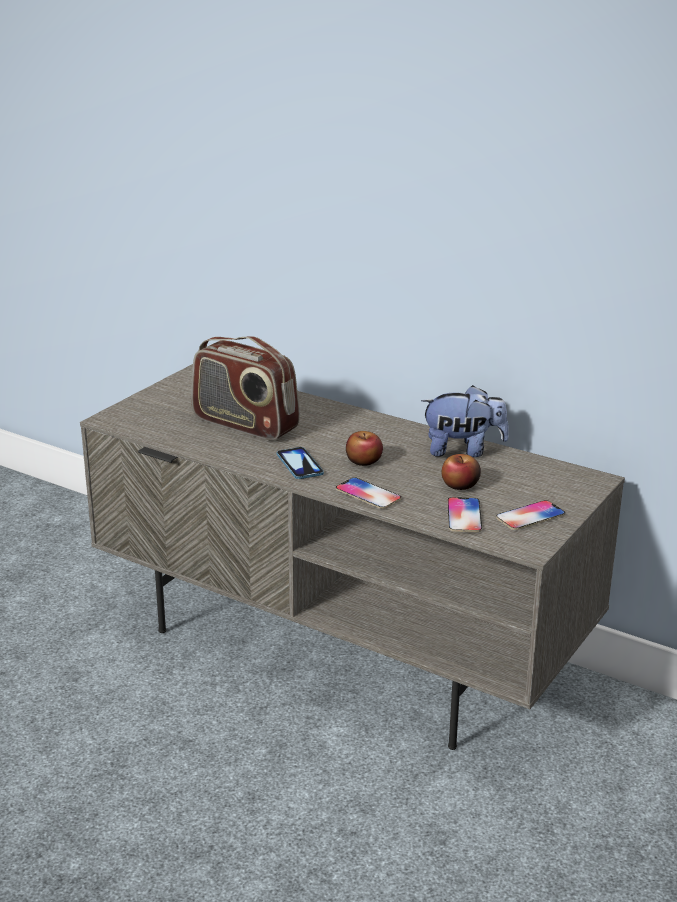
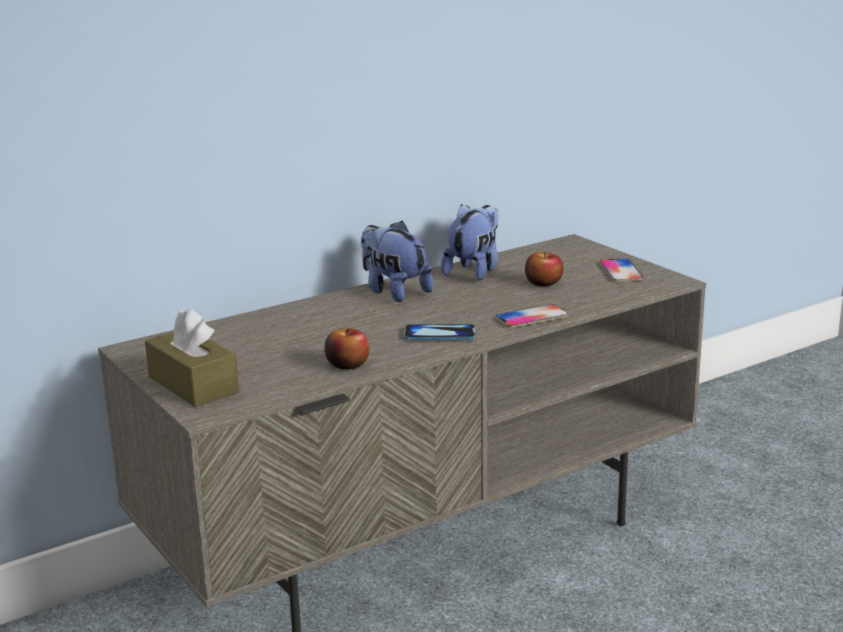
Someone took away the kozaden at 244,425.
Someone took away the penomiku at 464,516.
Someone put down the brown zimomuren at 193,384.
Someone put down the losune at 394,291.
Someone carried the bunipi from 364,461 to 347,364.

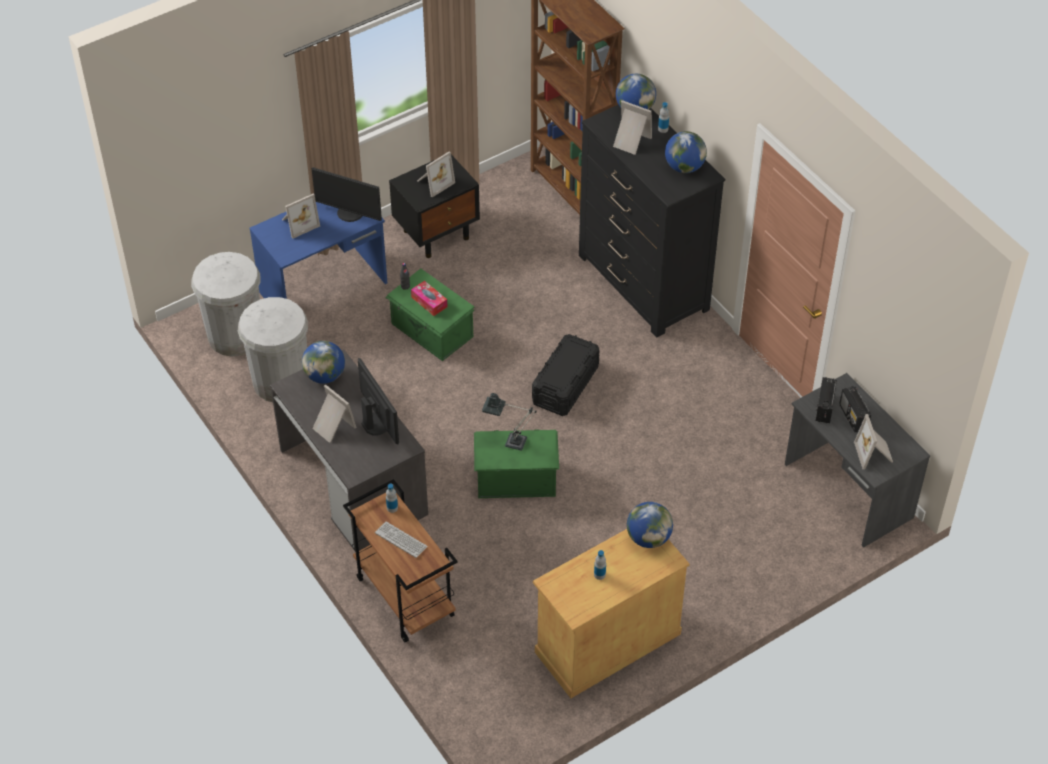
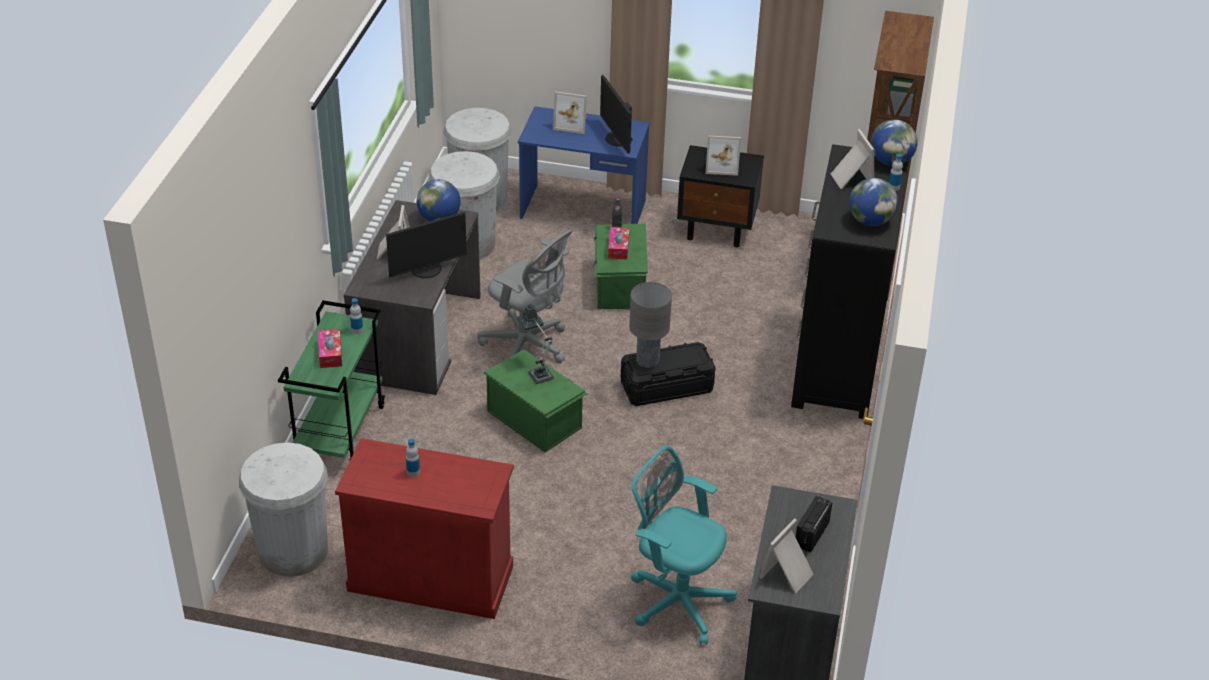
Someone took away the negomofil at 648,538.
Someone took away the kozaden at 824,408.
Someone put down the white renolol at 293,550.
Someone put down the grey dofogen at 527,346.
Someone put down the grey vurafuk at 647,361.
Someone put down the turquoise dofogen at 676,599.
Someone swapped the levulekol at 401,540 for the zimomuren at 330,353.
Someone repainted the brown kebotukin at 403,596, which became the green kebotukin at 339,431.
Someone repainted the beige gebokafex at 607,643, which became the red gebokafex at 431,578.
Someone rotated the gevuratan at 377,423 by 45 degrees clockwise.

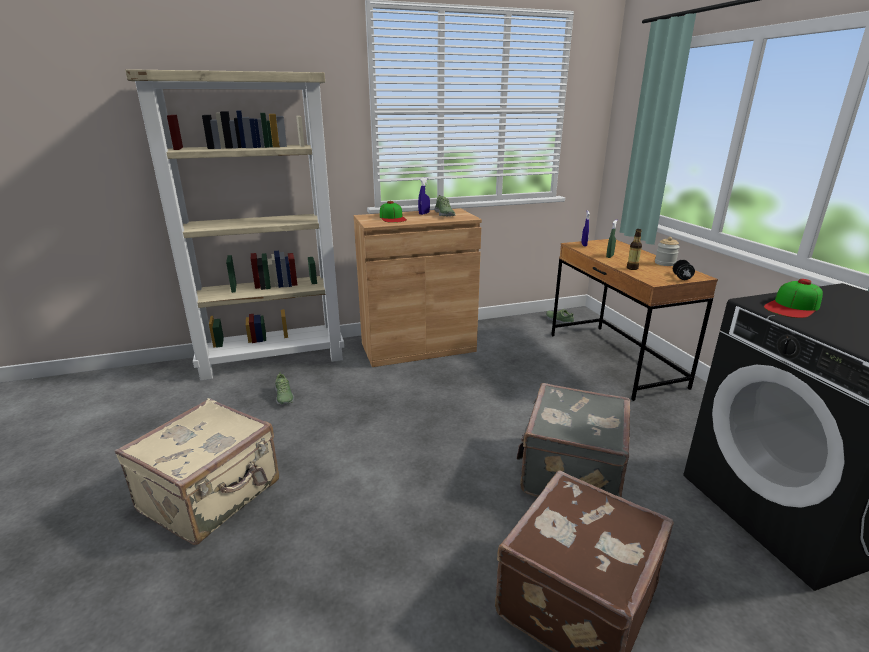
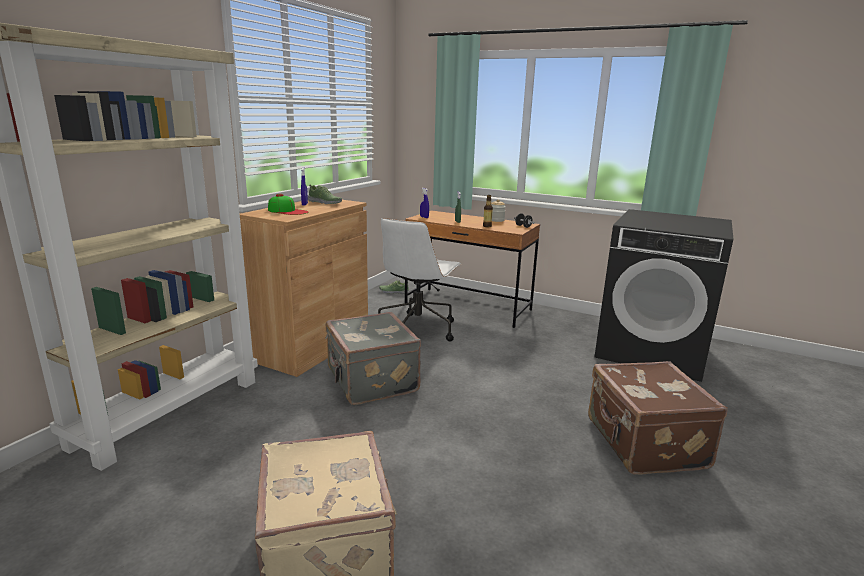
Someone took away the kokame at 284,397.
Someone took away the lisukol at 793,306.
Someone put down the white dofogen at 418,329.
Someone carried the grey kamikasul from 569,472 to 370,381.

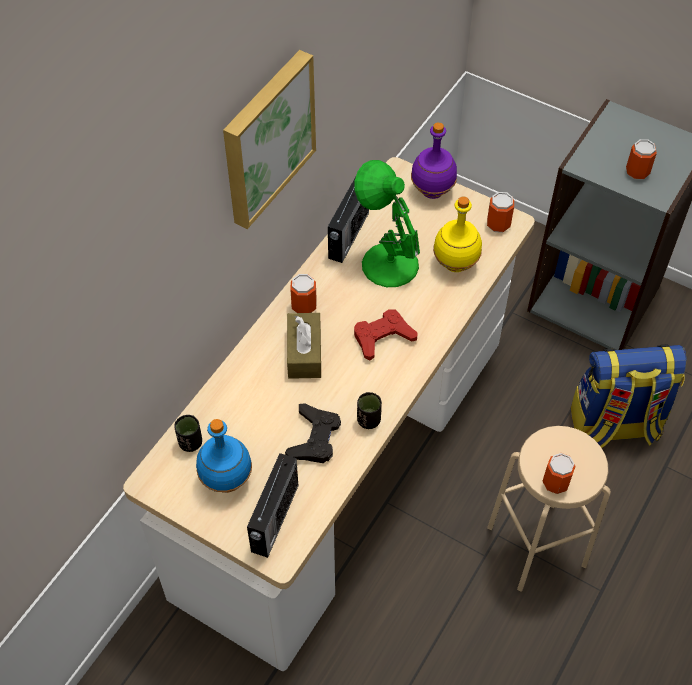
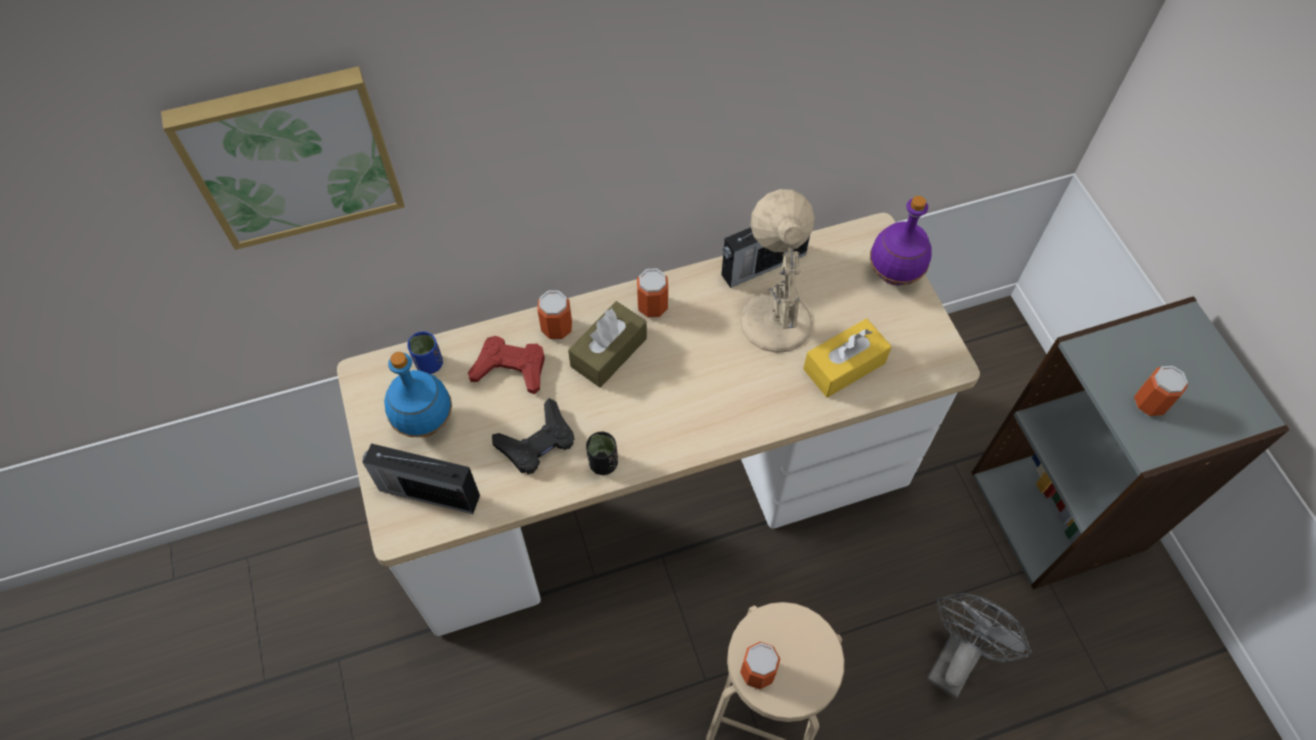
Someone carried the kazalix from 266,138 to 291,155.
Someone carried the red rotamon from 383,337 to 510,368.
Someone carried the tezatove from 498,224 to 557,328.
Someone swapped the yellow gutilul at 455,264 for the yellow zimomuren at 844,366.
Someone swapped the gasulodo at 614,426 for the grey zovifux at 956,657.
Someone repainted the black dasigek at 190,443, which became the blue dasigek at 429,364.
Someone repainted the green vurafuk at 387,263, which became the beige vurafuk at 774,318.
Someone rotated the kozaden at 274,519 by 45 degrees clockwise.

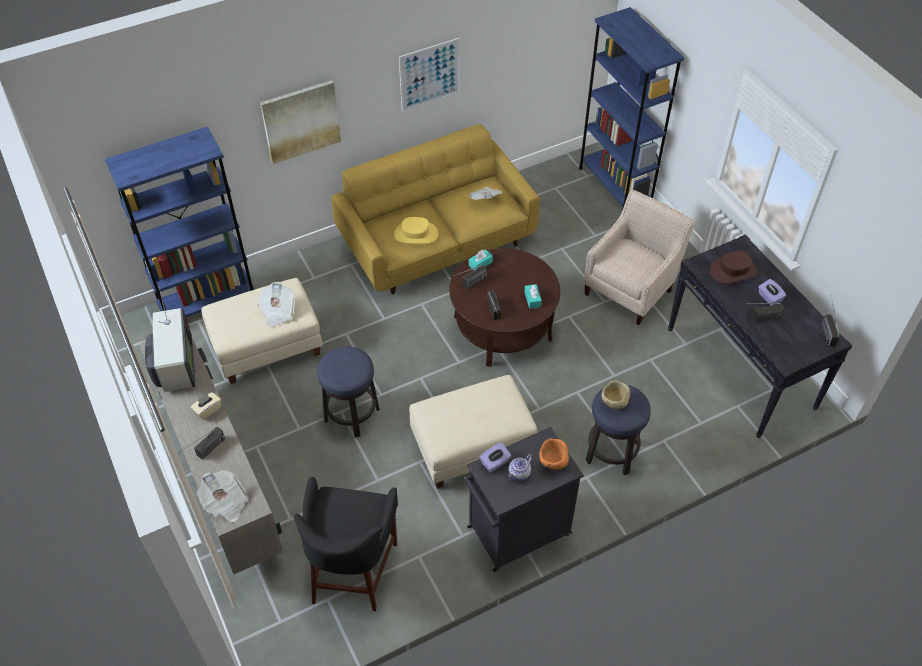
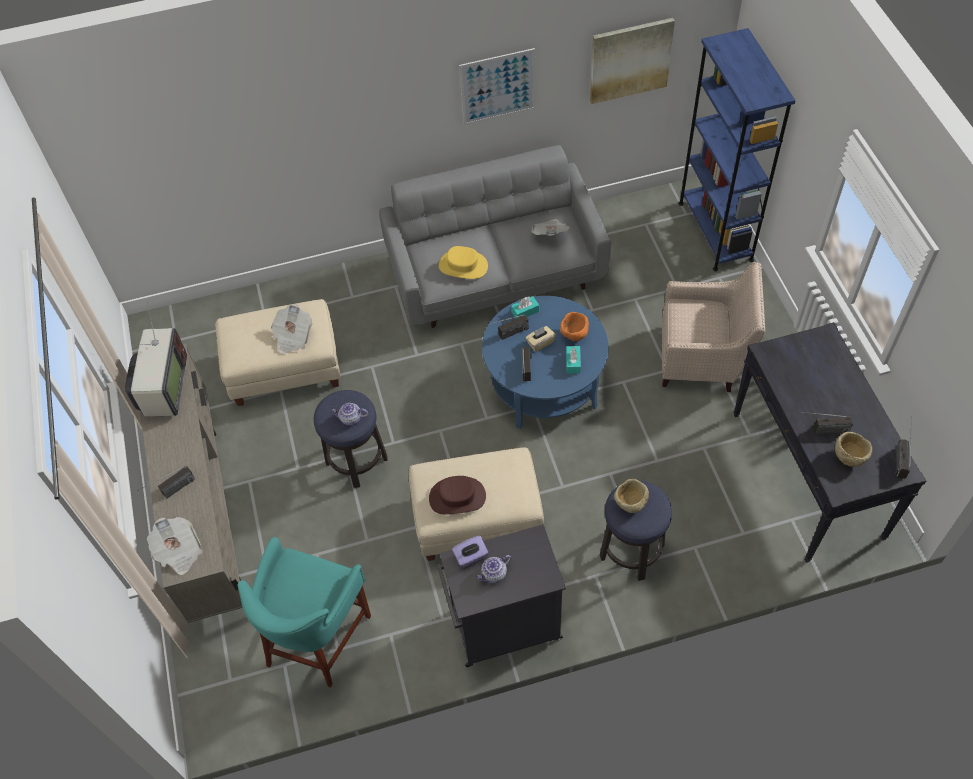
Someone took away the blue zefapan at 208,303.
Someone took away the purple zimomuren at 769,298.
Someone put down the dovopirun at 350,419.
Someone put down the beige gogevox at 849,456.
Someone carried the beige zimomuren from 208,410 to 540,343.
Someone carried the kazalix from 301,121 to 630,60.
Someone carried the orange gogevox from 553,462 to 574,334.
Someone carried the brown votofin from 733,270 to 457,497.
Someone repainted the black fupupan at 353,570, which became the turquoise fupupan at 318,637.
Someone repainted the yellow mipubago at 437,242, which became the grey mipubago at 496,272.
Someone repainted the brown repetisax at 503,327, which became the blue repetisax at 545,384.
Someone rotated the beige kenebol at 631,288 by 45 degrees clockwise.

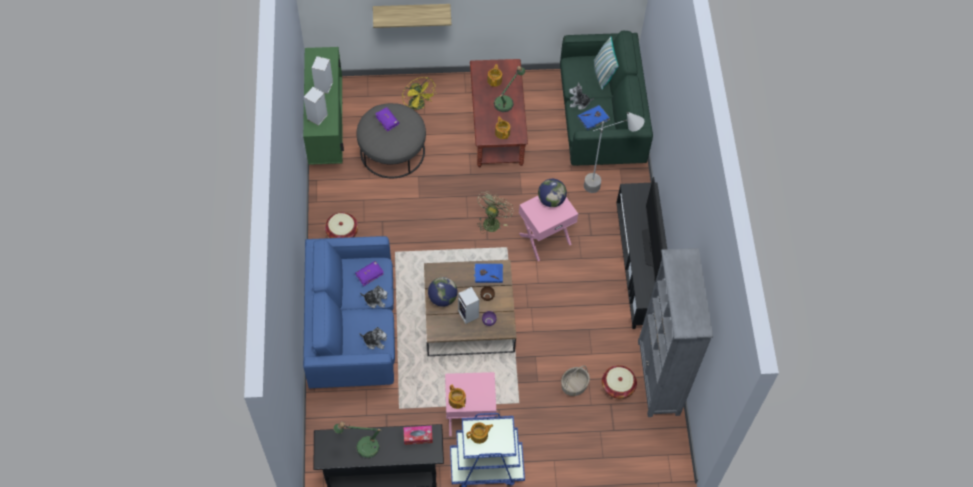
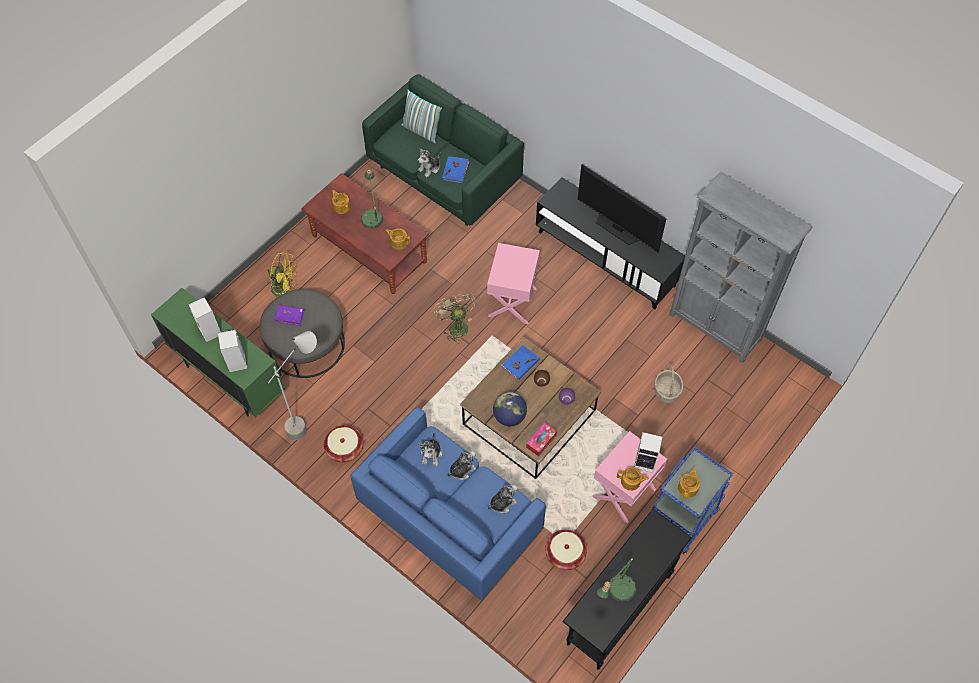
Someone took away the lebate at 411,12.
Someone took away the negomofil at 551,200.
Someone carried the zimomuren from 418,436 to 541,441.
Someone carried the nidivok from 469,315 to 645,462.
Someone carried the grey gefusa from 606,187 to 310,421.
Someone carried the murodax from 618,386 to 565,554.
Someone swapped the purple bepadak at 369,275 for the losune at 431,454.

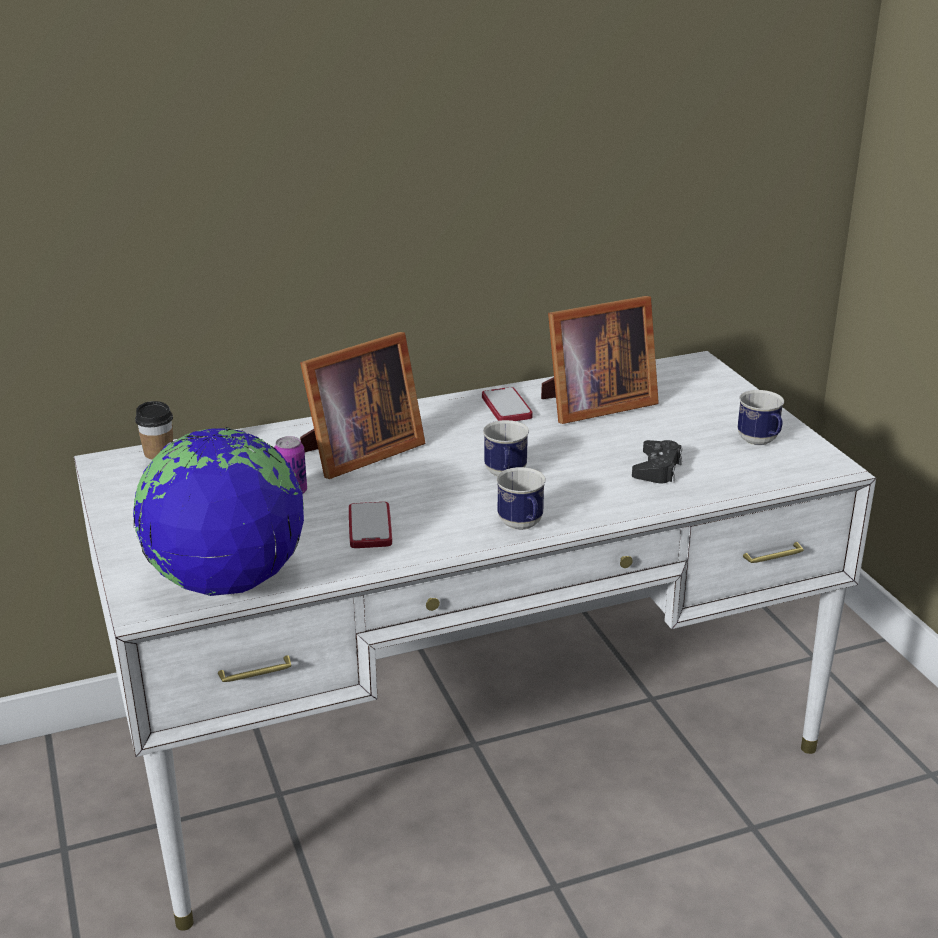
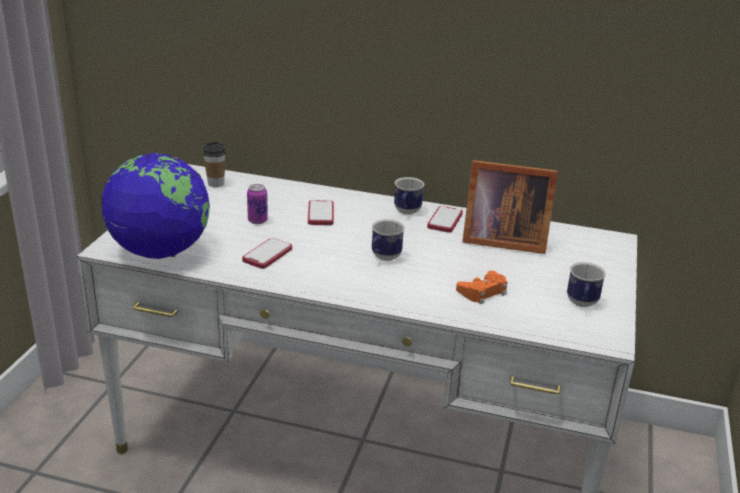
Someone carried the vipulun from 523,526 to 406,212.
Someone swapped the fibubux at 357,453 for the penomiku at 320,214.
Someone repainted the black rotamon at 657,469, which became the orange rotamon at 483,292.

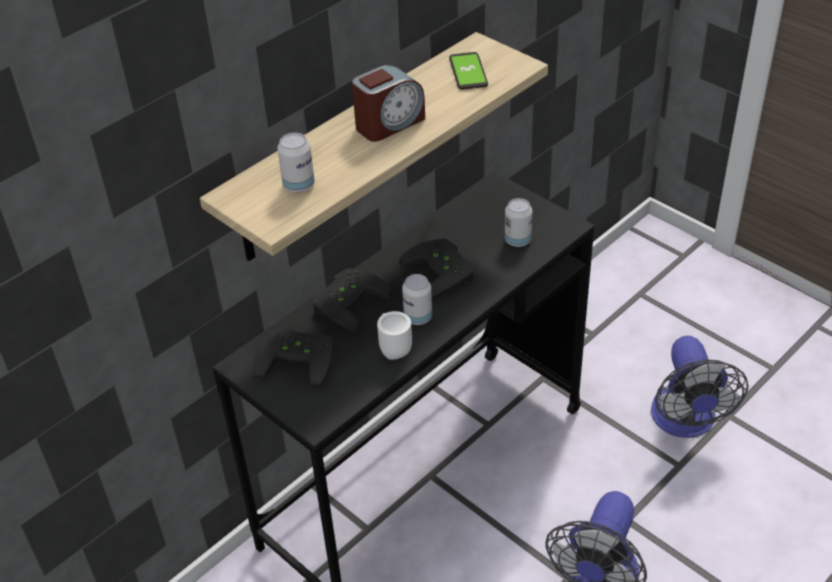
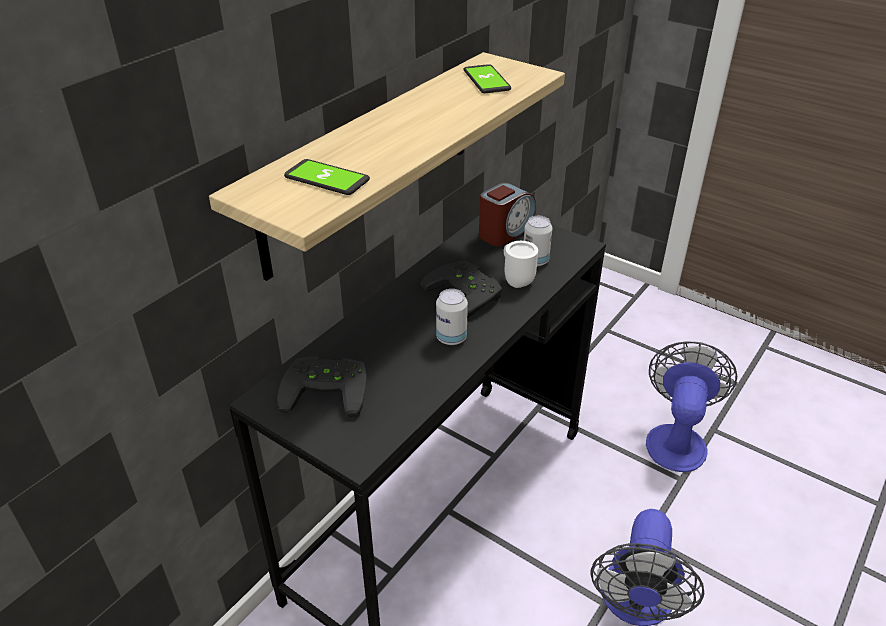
Someone took away the black rotamon at 347,302.
Someone carried the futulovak from 389,124 to 505,232.
Someone carried the white vipulun from 393,349 to 516,280.
Someone swapped the tezatove at 299,185 for the penomiku at 327,178.
Someone rotated the zovifux at 686,422 by 150 degrees counterclockwise.

